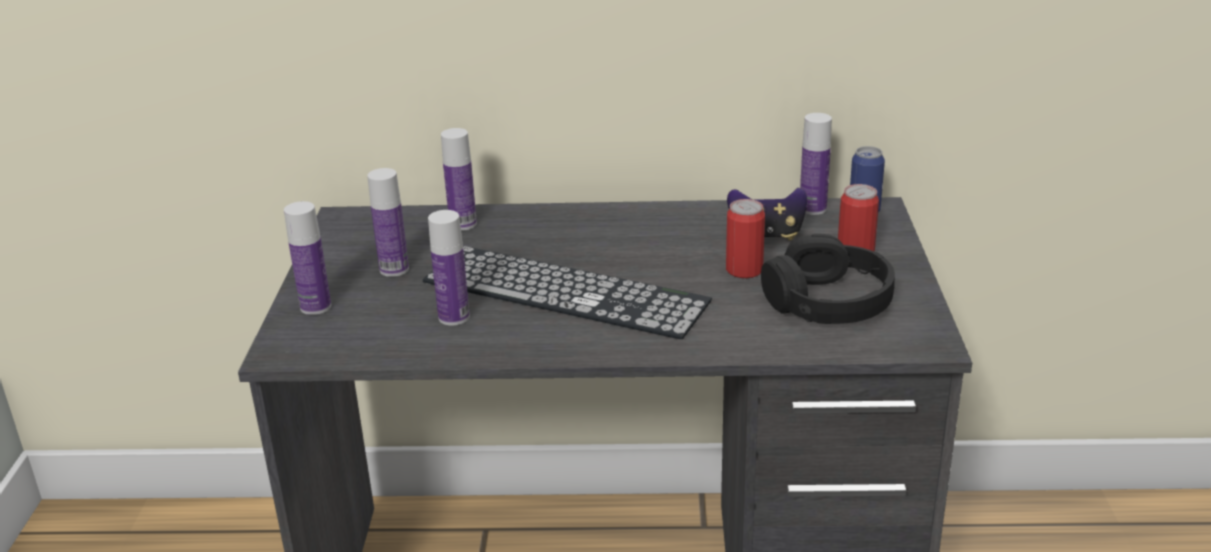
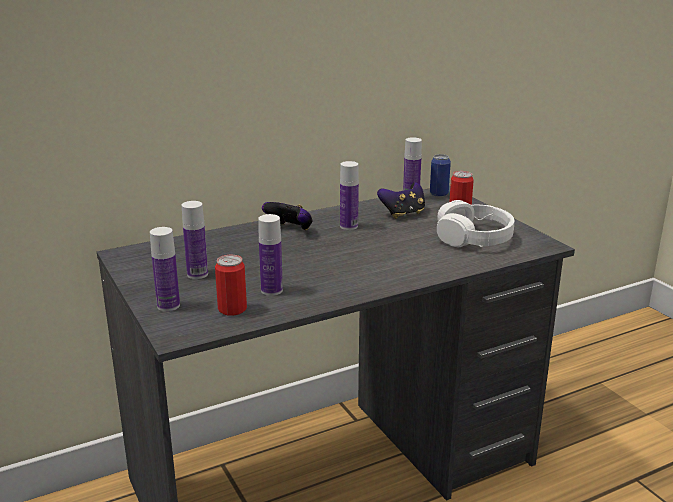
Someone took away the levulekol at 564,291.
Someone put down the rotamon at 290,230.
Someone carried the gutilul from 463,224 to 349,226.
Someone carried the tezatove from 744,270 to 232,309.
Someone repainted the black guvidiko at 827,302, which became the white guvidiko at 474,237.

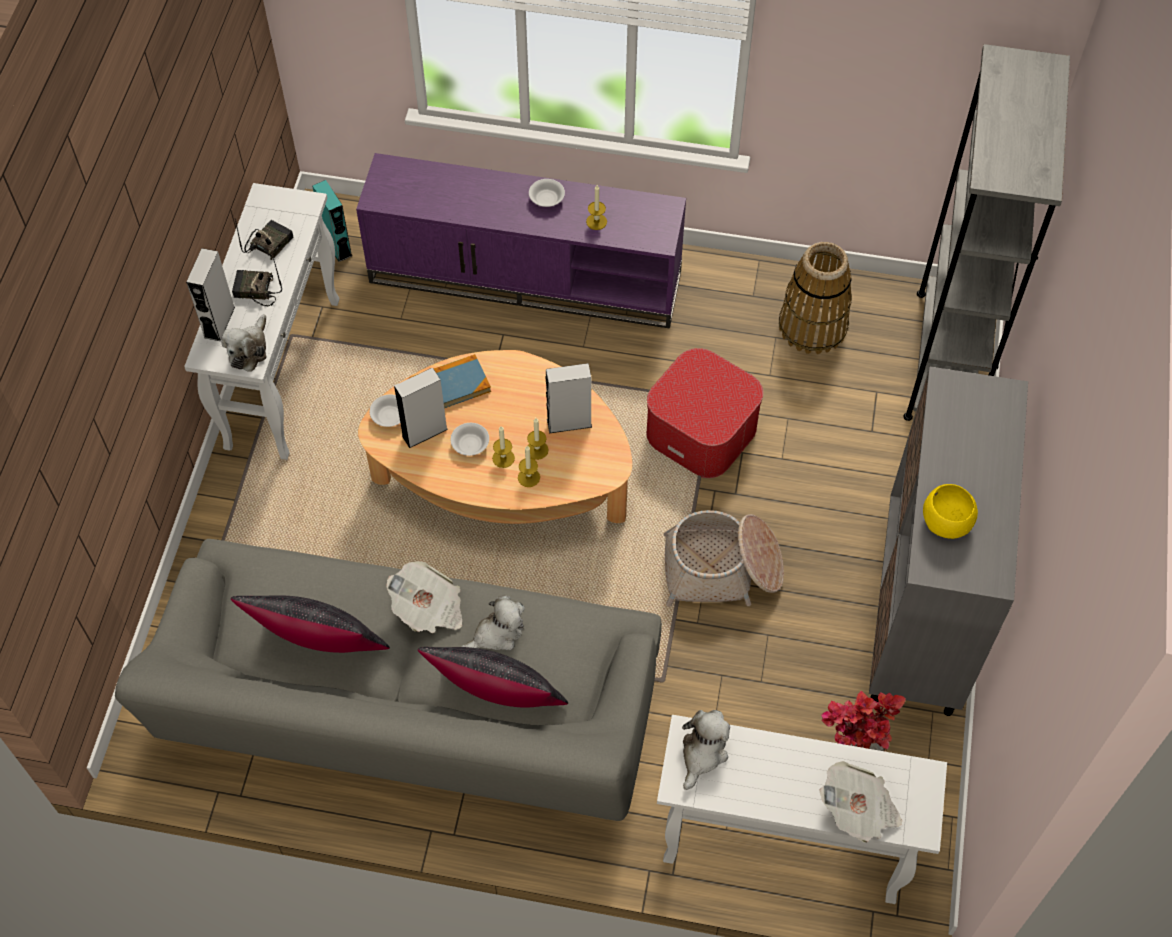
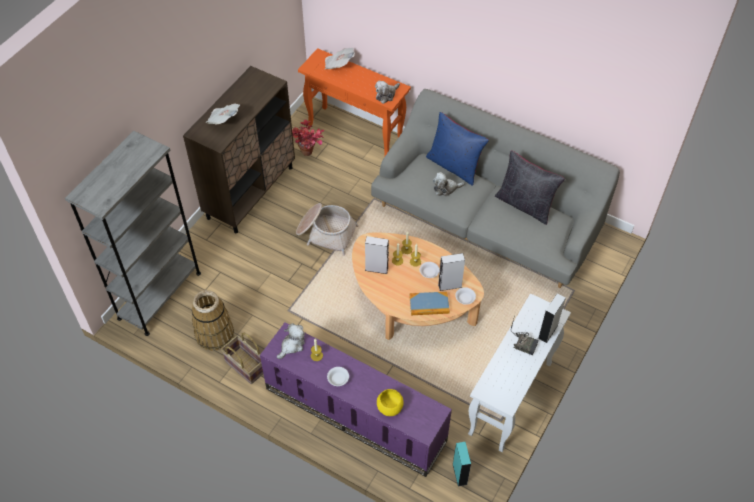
Someone took away the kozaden at 268,243.
Someone took away the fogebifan at 701,430.
Someone put down the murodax at 245,366.
Someone carried the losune from 249,350 to 292,345.
Someone carried the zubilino from 428,609 to 223,120.
Someone carried the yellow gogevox from 946,523 to 390,407.
Someone repainted the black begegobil at 497,700, which became the blue begegobil at 454,166.
Someone repainted the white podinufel at 780,848, which became the orange podinufel at 356,133.
Someone repainted the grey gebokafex at 920,612, which became the brown gebokafex at 250,192.

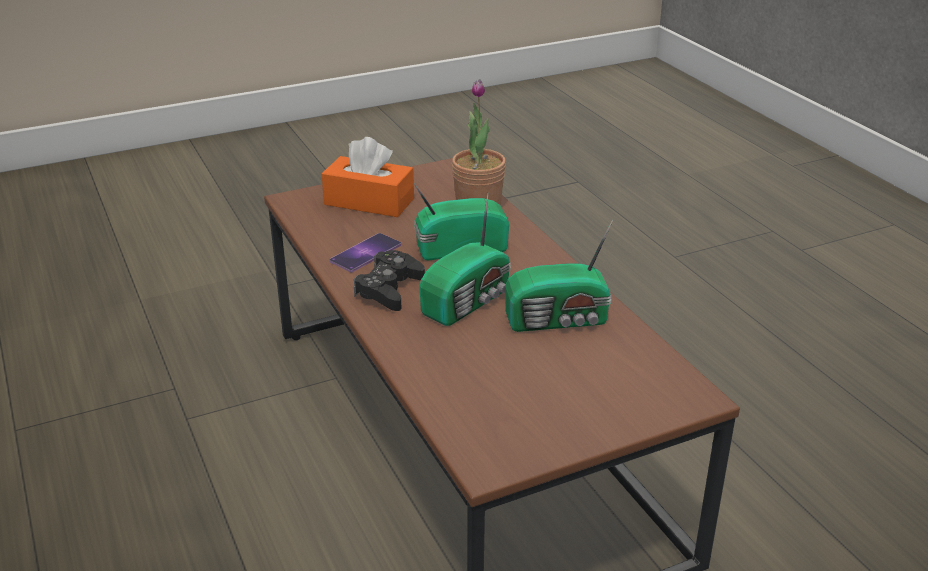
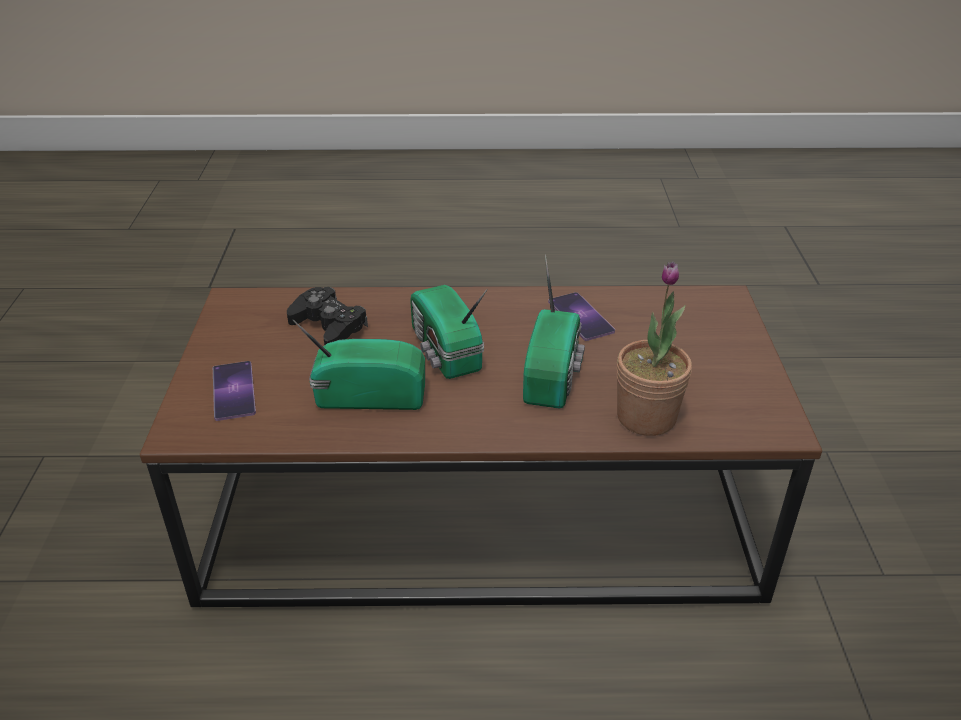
Someone took away the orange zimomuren at 369,202.
Someone put down the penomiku at 233,390.
Someone carried the black rotamon from 389,289 to 328,326.
Someone rotated the kozaden at 559,320 by 75 degrees clockwise.

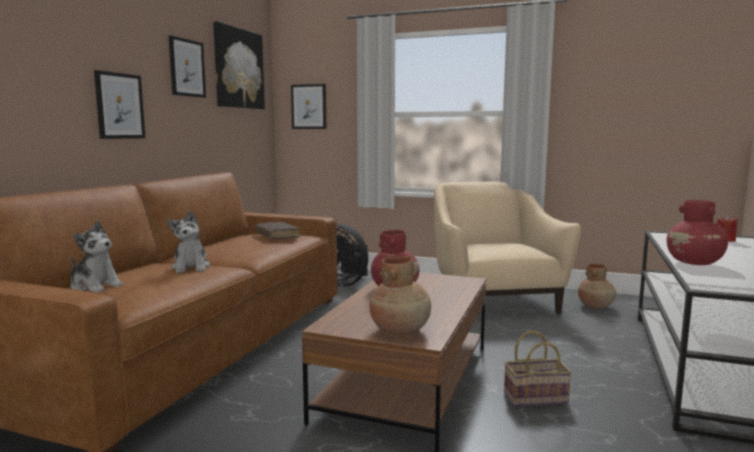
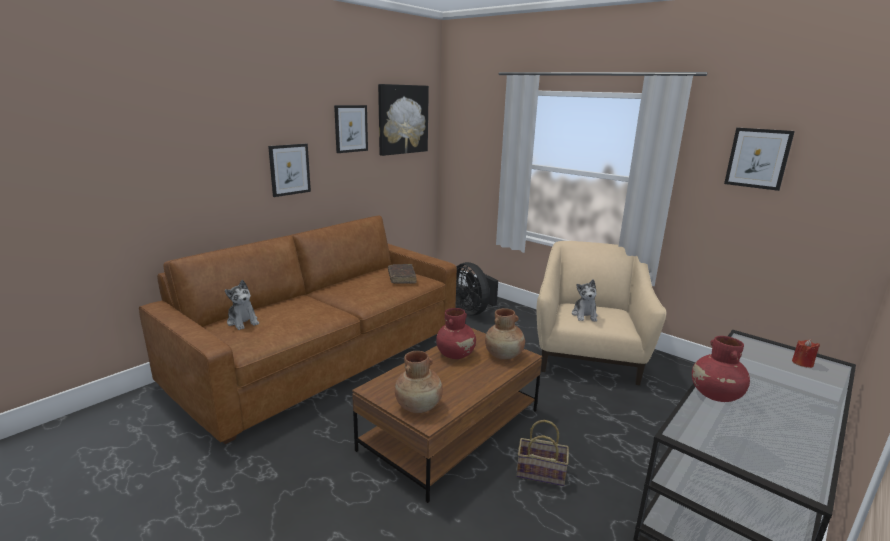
Someone carried the losune from 191,267 to 584,315.
Someone carried the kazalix from 309,106 to 758,158.
Someone carried the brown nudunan from 596,306 to 504,355.

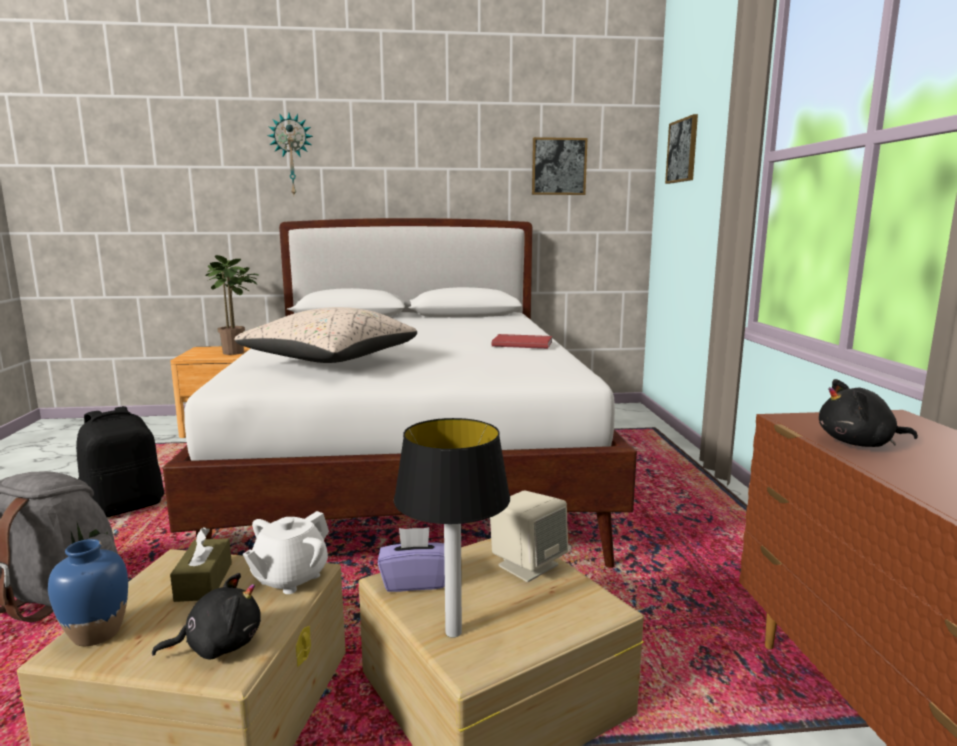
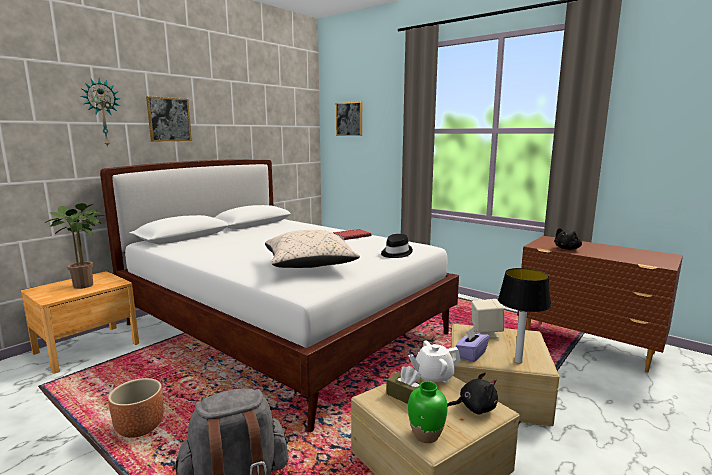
Someone put down the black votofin at 395,253.
Someone carried the kazalix from 558,166 to 169,119.
Someone swapped the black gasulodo at 125,507 for the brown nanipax at 139,427.
Someone repainted the blue nudunan at 96,633, which became the green nudunan at 426,435.
Someone rotated the black losune at 218,645 by 60 degrees clockwise.
Someone rotated the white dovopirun at 290,578 by 90 degrees clockwise.

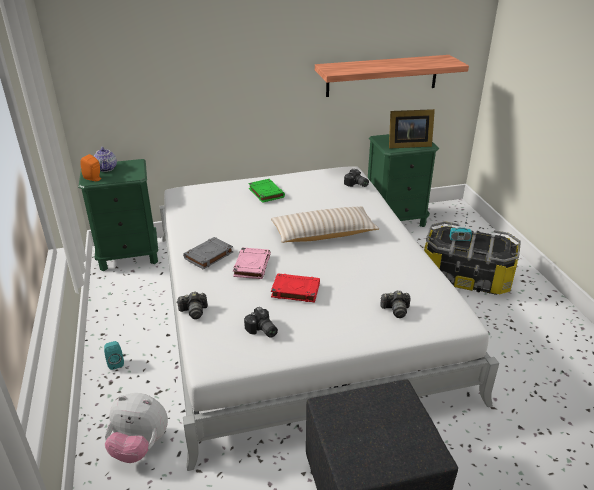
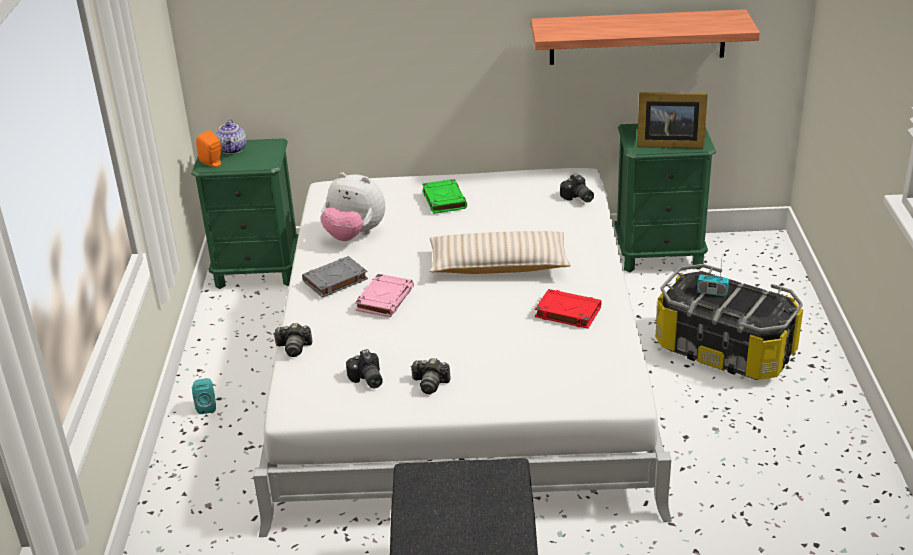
Someone carried the losune from 139,446 to 354,235.
Someone carried the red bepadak from 295,290 to 567,312.
Someone carried the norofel from 395,310 to 430,384.

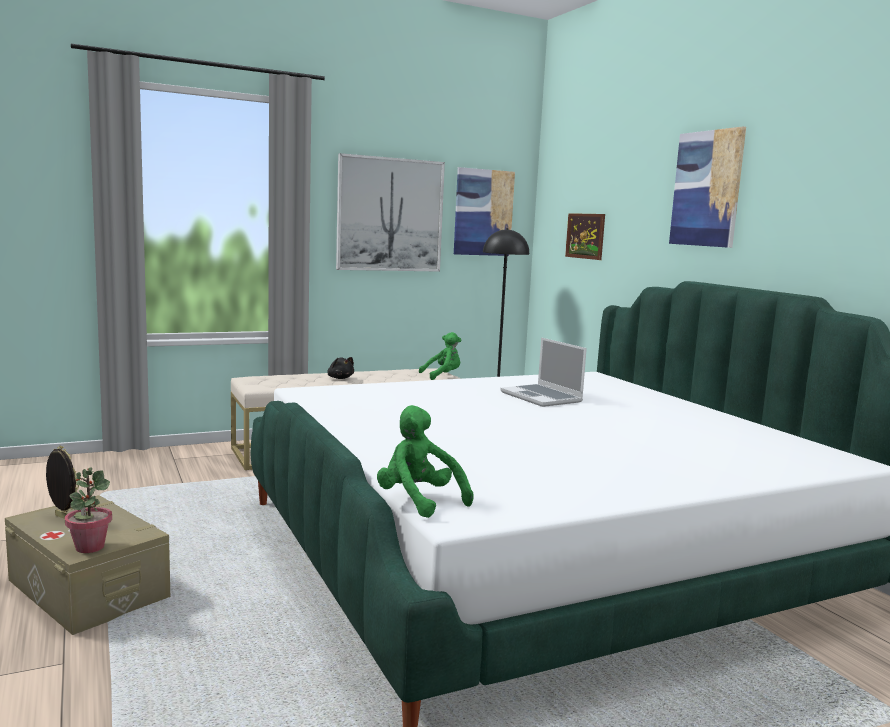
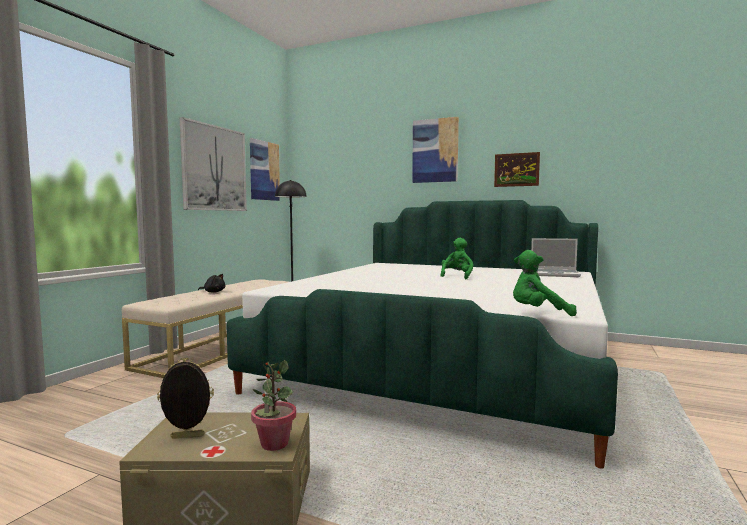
Someone carried the green losune from 442,376 to 457,276.
Someone carried the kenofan from 542,397 to 555,274.
Someone carried the kazalix from 585,236 to 516,169.

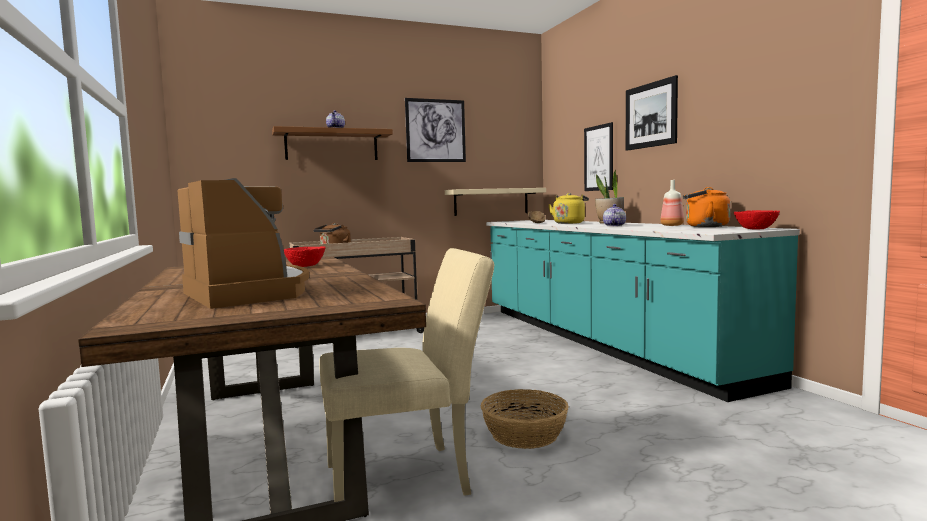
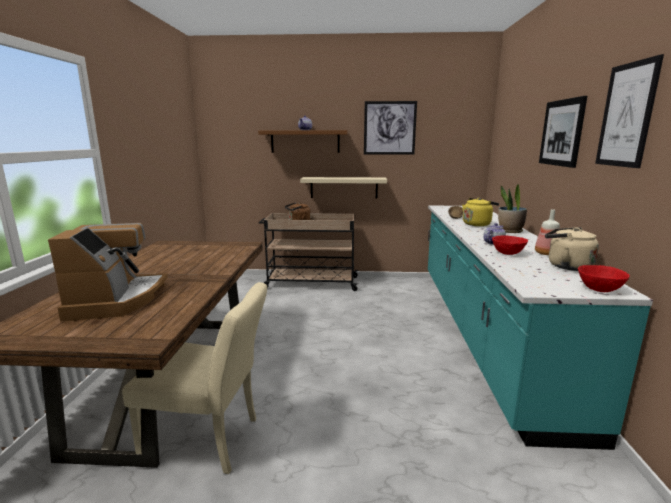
Someone took away the murodax at 524,435.
Someone carried the red gogevox from 305,266 to 507,253.
Someone carried the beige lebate from 491,201 to 344,187.
Someone carried the kazalix from 598,158 to 626,115.
Someone repainted the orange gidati at 704,226, which became the beige gidati at 566,266.

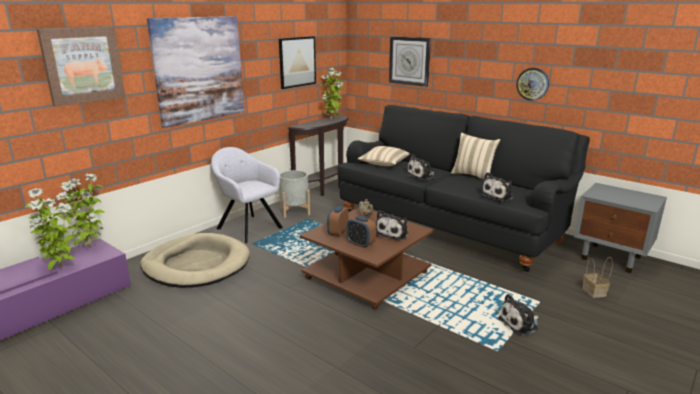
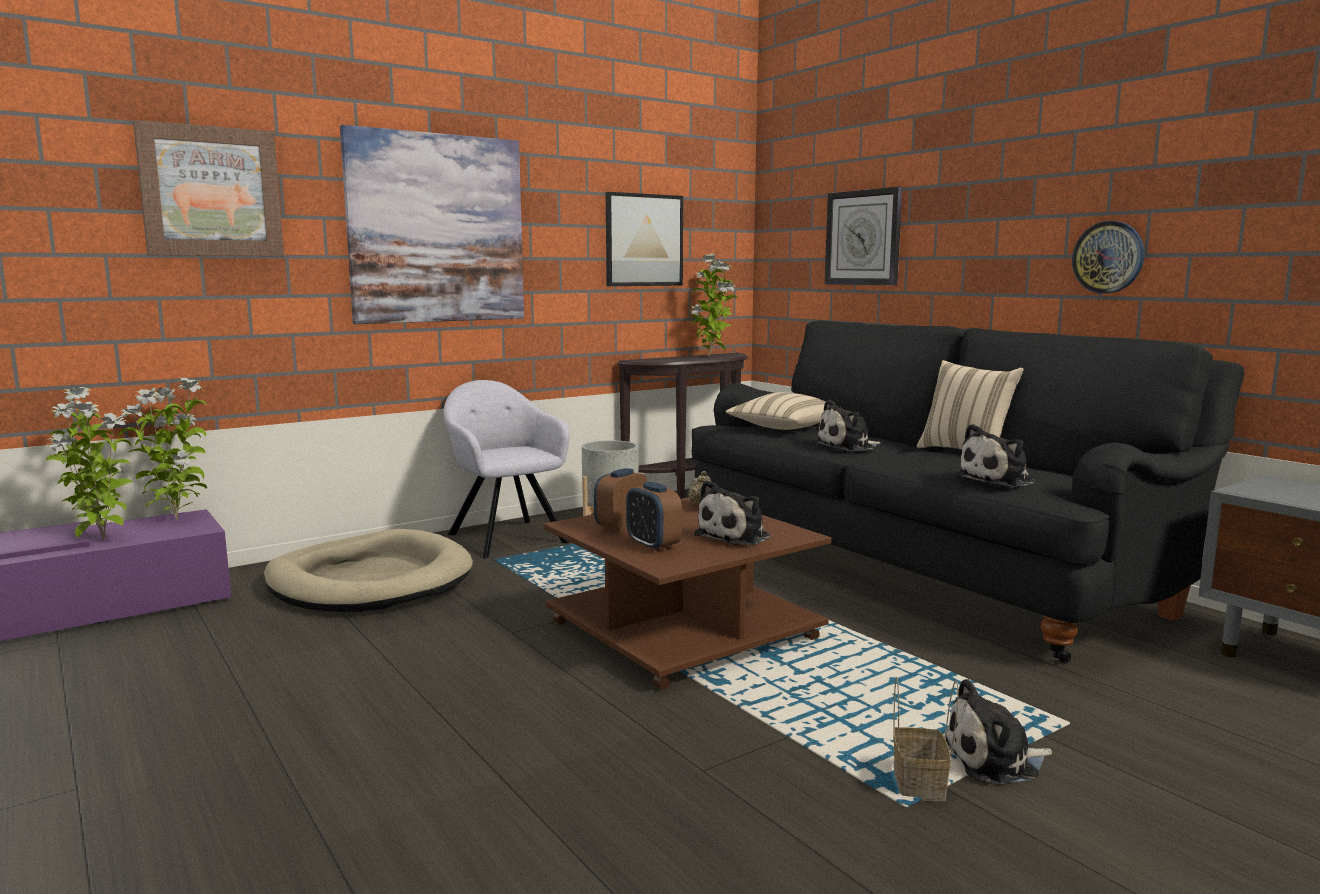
Someone carried the murodax from 594,292 to 920,785.

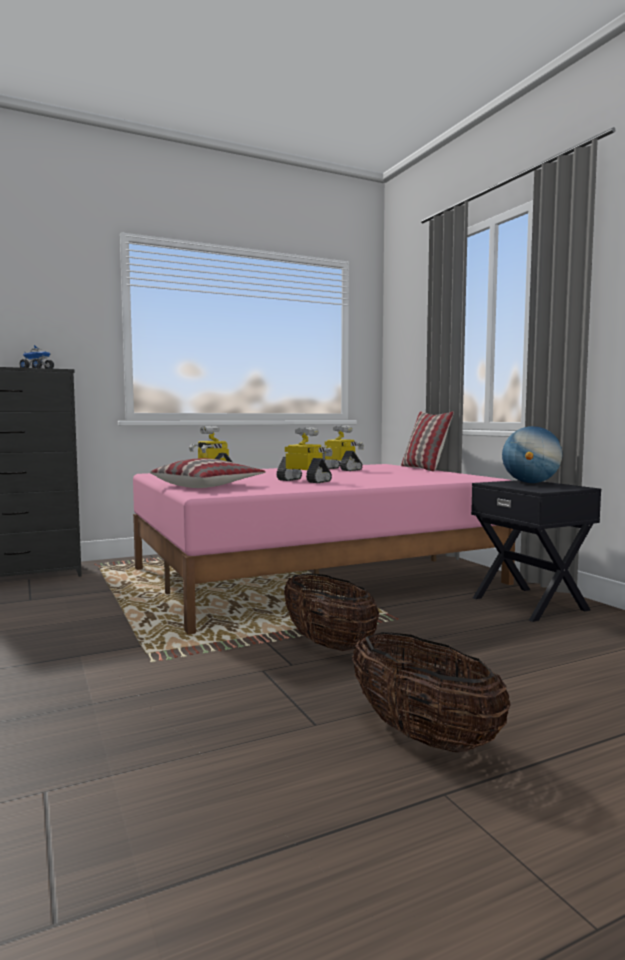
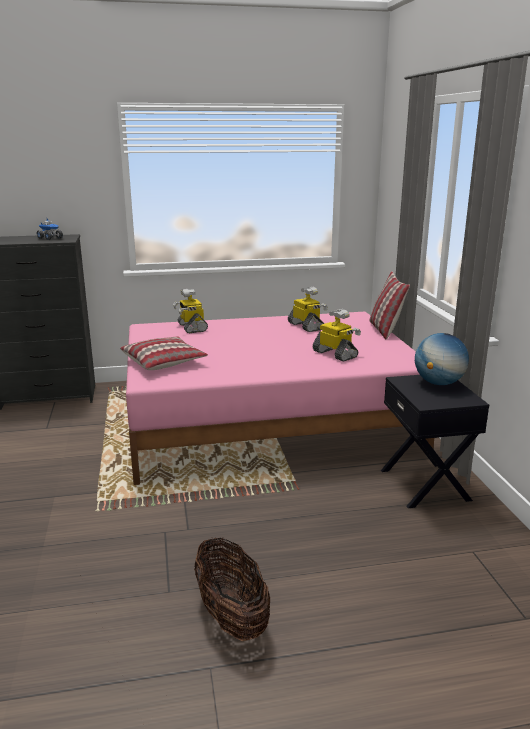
Someone took away the murodax at 328,644.
Someone carried the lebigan from 305,481 to 335,354.

